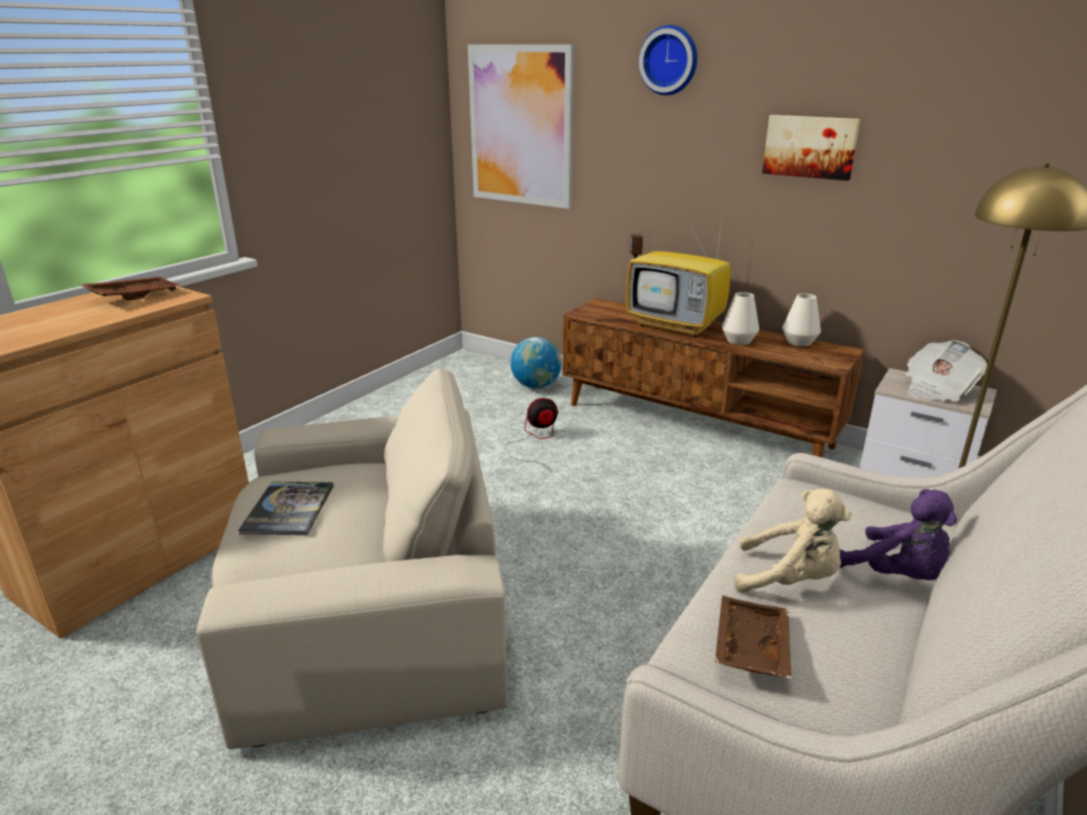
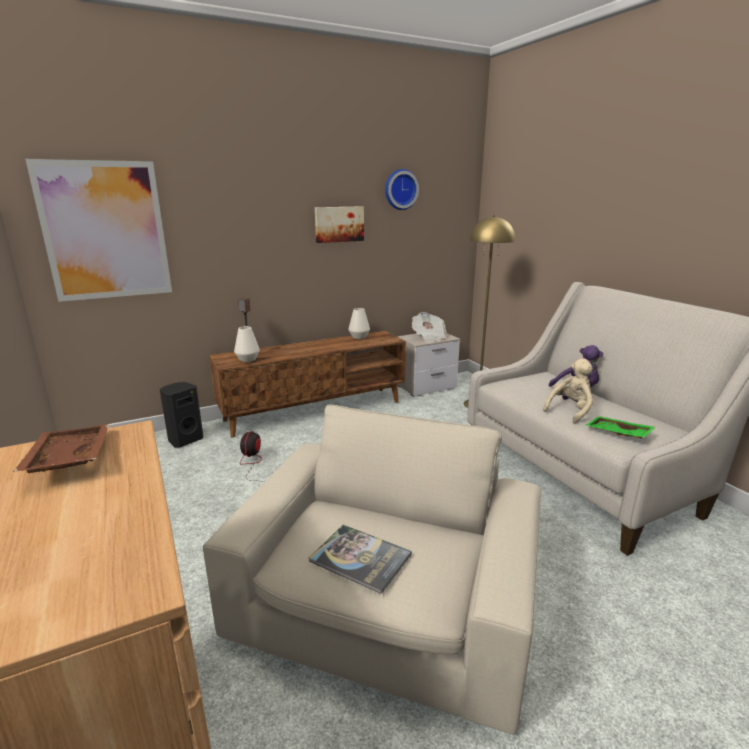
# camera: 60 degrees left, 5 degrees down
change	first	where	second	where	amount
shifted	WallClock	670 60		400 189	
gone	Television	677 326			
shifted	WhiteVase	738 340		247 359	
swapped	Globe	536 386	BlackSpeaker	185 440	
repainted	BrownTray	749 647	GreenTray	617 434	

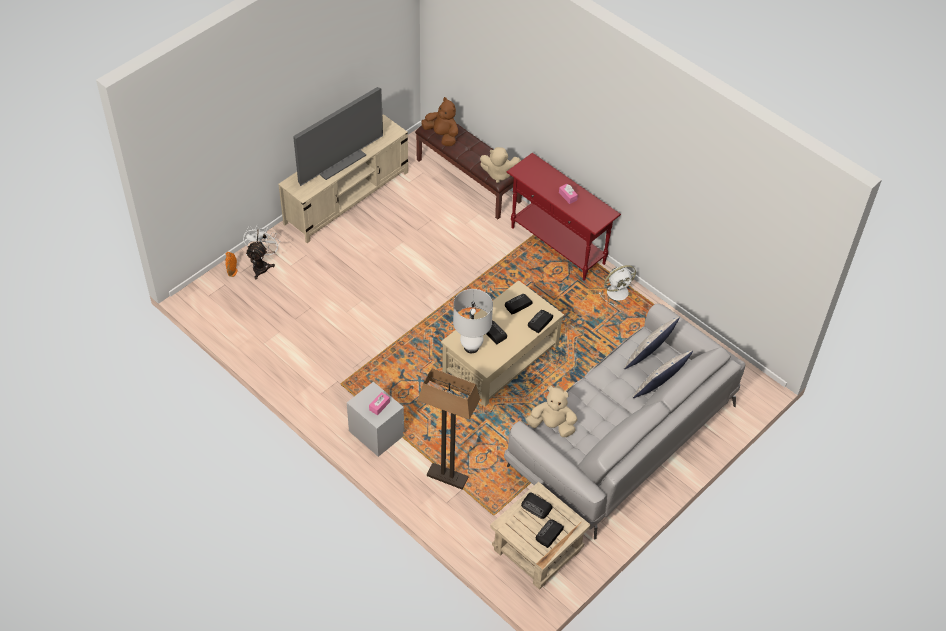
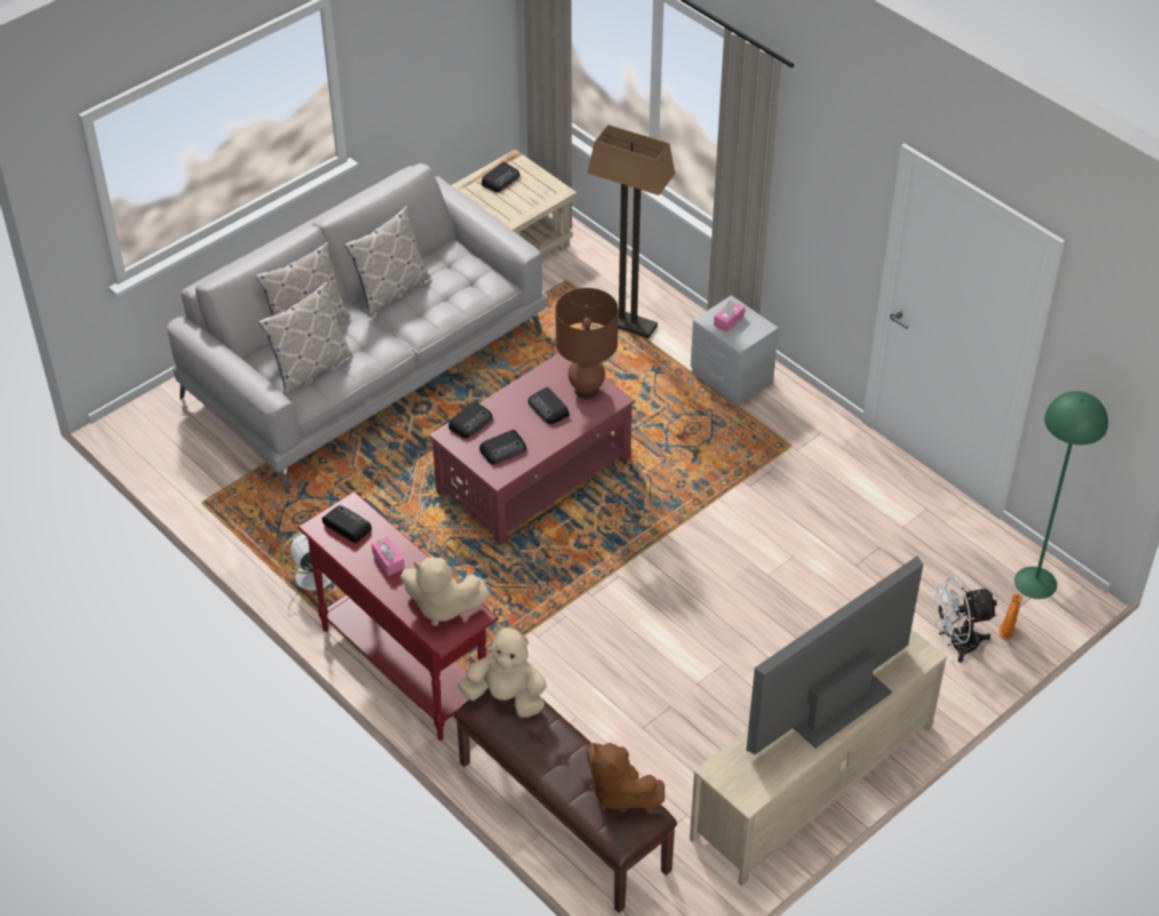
# camera: 175 degrees left, 5 degrees down
change	first	where	second	where	amount
rotated	WhiteFan	262 265		956 644	60 degrees clockwise
repainted	BeigeCoffeeTable	500 359	RedCoffeeTable	535 474	
repainted	WhiteTableLamp	471 347	BrownTableLamp	586 390	
shifted	BeigePlushToy	552 425		442 606	
shifted	Radio	536 507		346 526	
new			Pillow	390 291	
new			GreenFloorLamp	1035 583	

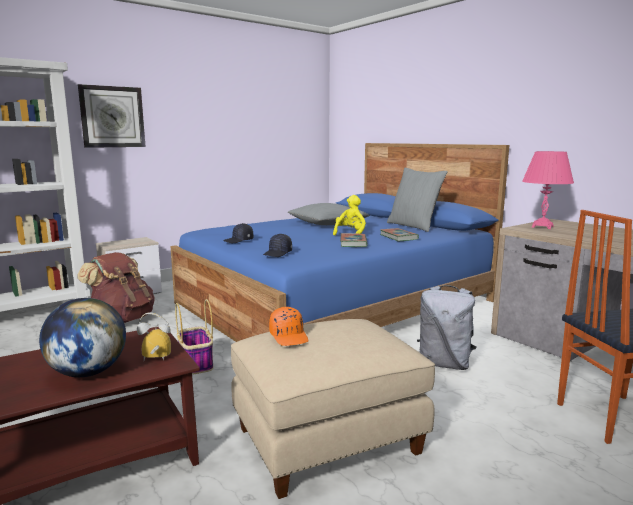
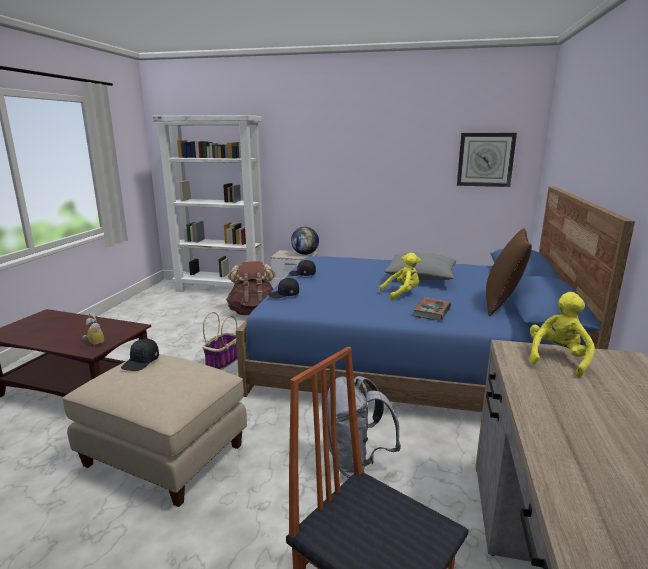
# camera: 50 degrees right, 5 degrees up
change	first	where	second	where	amount
shifted	WallClock	112 117		485 159	
swapped	PinkTableLamp	542 227	YellowPlushToy	557 359	
repainted	GreyPillow	414 226	BrownPillow	502 304	
gone	Book	353 243			
shifted	Globe	88 372		305 254	
repainted	OrangeCap	289 336	BlackCap	141 362	

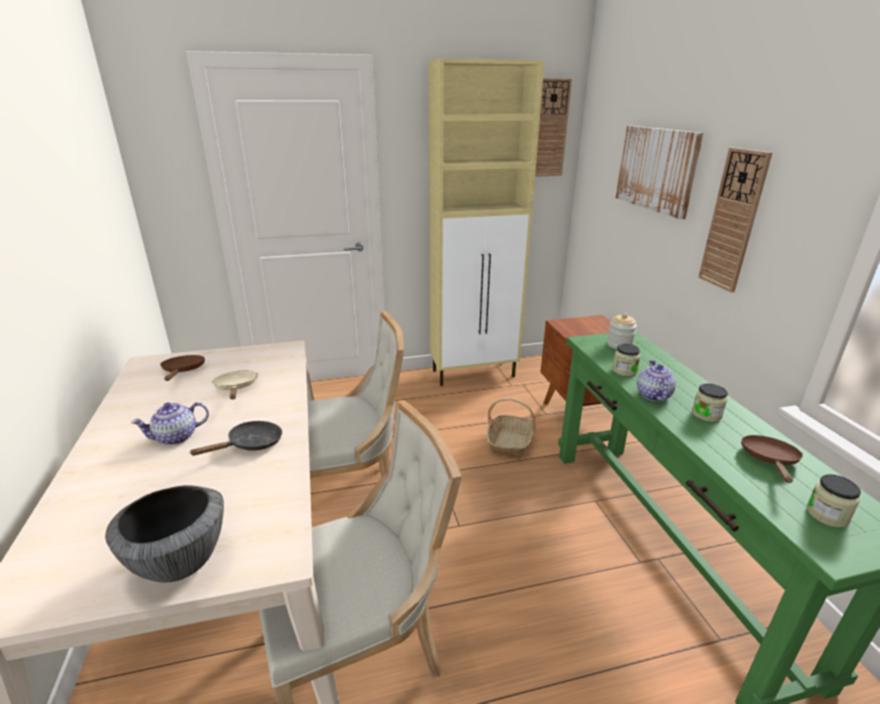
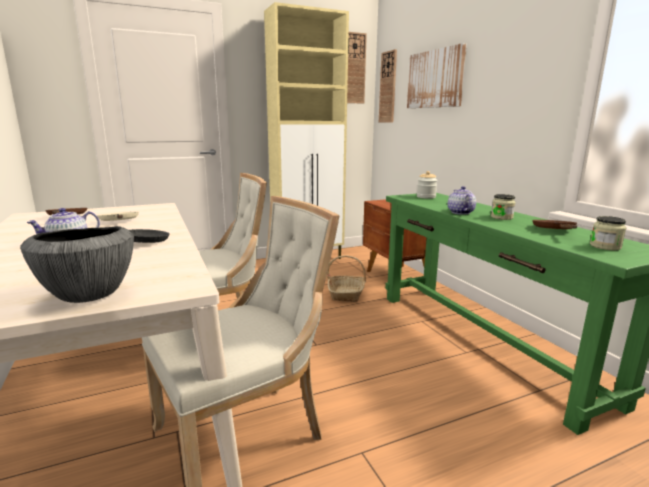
# camera: 10 degrees left, 10 degrees down
change	first	where	second	where	amount
shifted	WallClock	733 221		388 87	
gone	Jar	624 371			

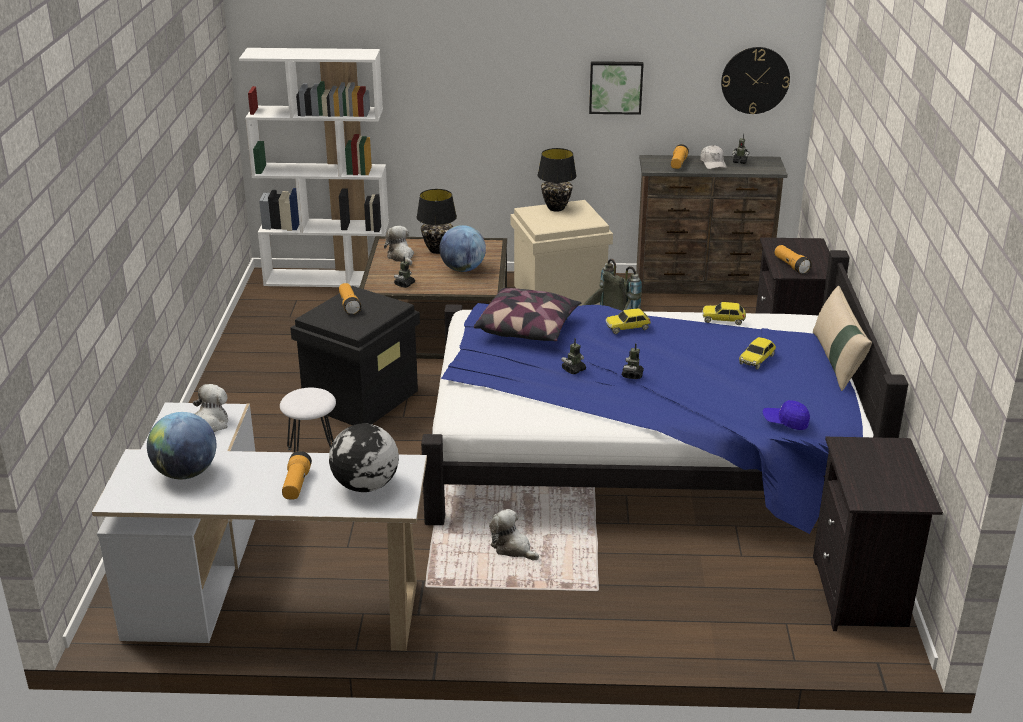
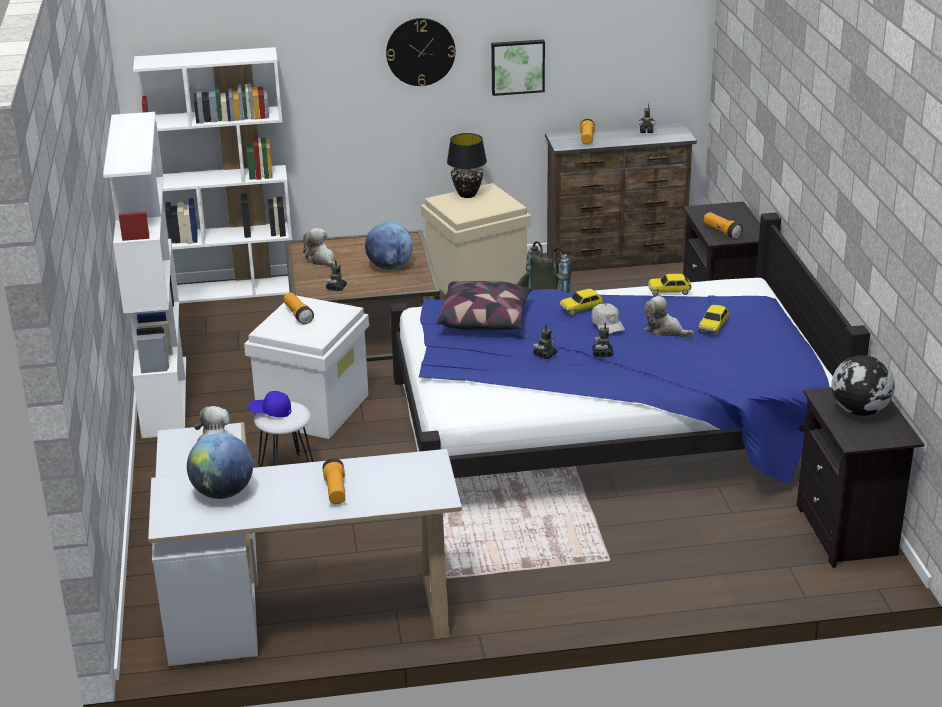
# camera: 10 degrees left, 0 degrees up
change	first	where	second	where	amount
shifted	WallClock	755 80		420 51	
shifted	WhiteCap	713 163		607 324	
gone	BlackTableLamp	437 250			
repainted	BlackStorageBox	361 398	WhiteStorageBox	313 408	
gone	BeigePillow	837 361			
shifted	BlueCap	785 422		270 412	
shifted	Globe	365 486		859 411	
shifted	PlushToy	512 548		664 331	
new			WhiteBookcase	163 396	

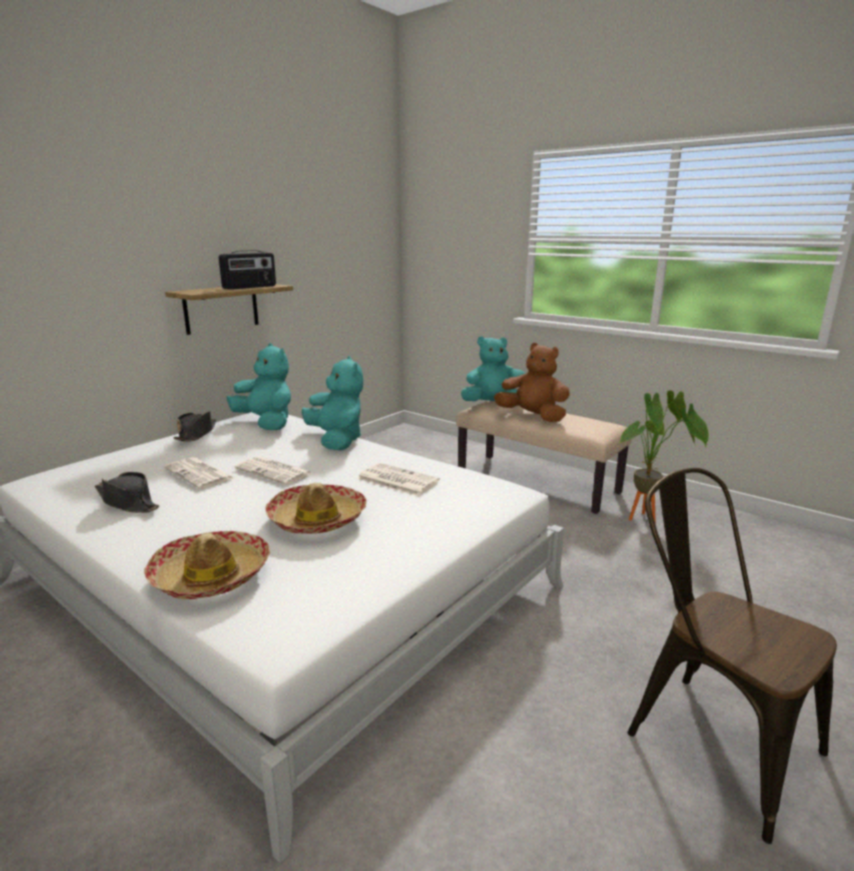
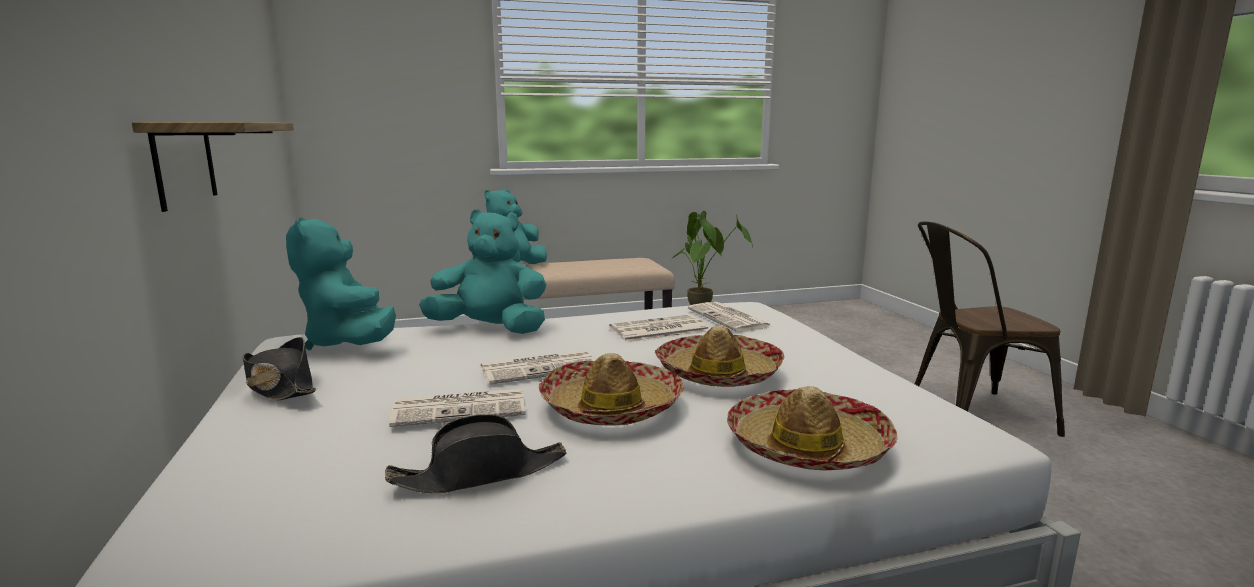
# camera: 55 degrees left, 5 degrees down
change	first	where	second	where	amount
gone	Radio	250 287			
rotated	TurquoisePlushToy	266 423		349 343	105 degrees counterclockwise
gone	BrownPlushToy	533 417			
new			Newspaper	730 318	
new			Hat	611 407	

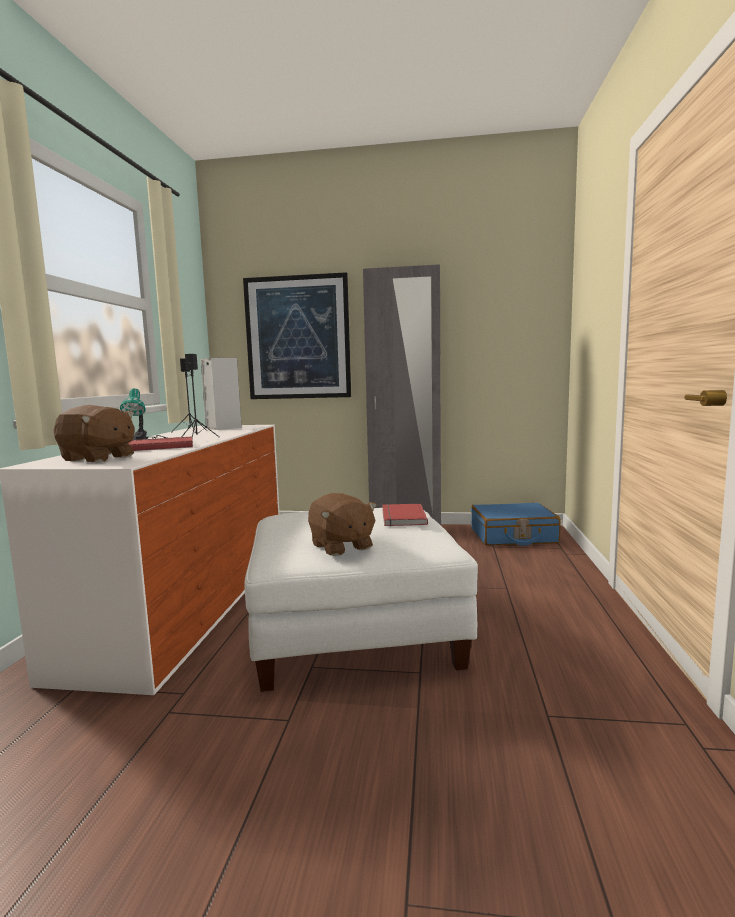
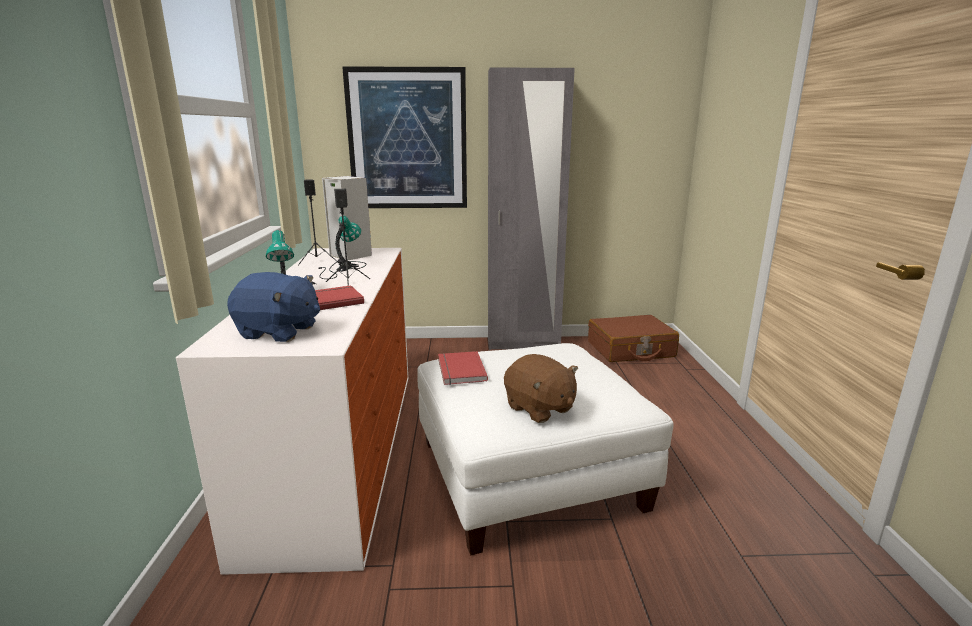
# camera: 10 degrees left, 10 degrees up
change	first	where	second	where	amount
repainted	BrownPlushToy	98 458	BluePlushToy	279 332	
repainted	BlueSuitcase	513 536	BrownSuitcase	630 350	
shifted	RedBook	401 517		459 370	
new			TableLamp	341 269	

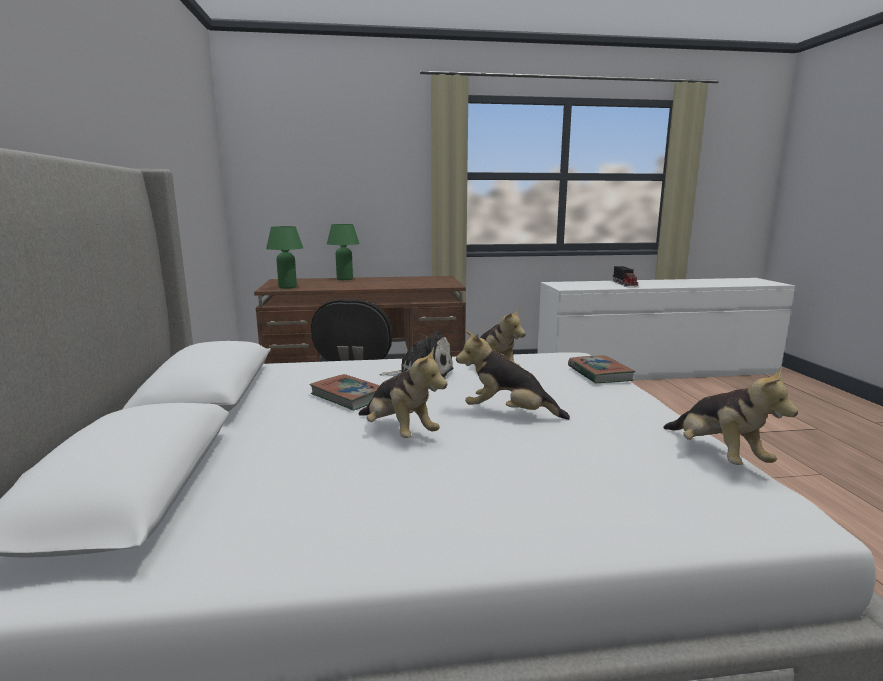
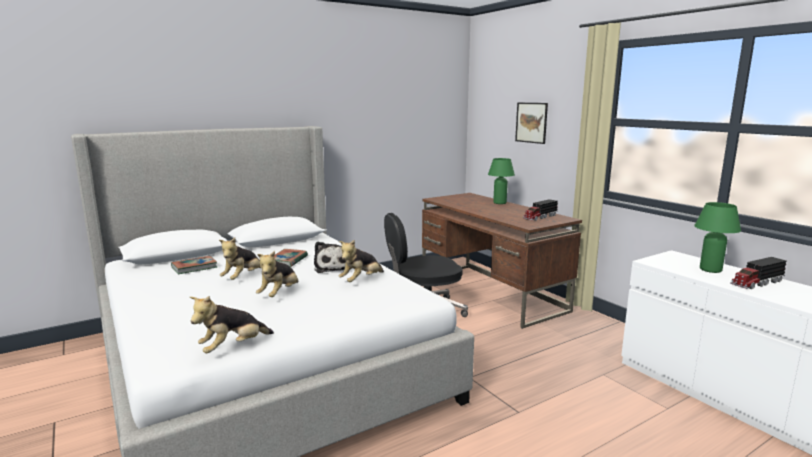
# camera: 65 degrees right, 0 degrees up
change	first	where	second	where	amount
shifted	GreenTableLamp	287 287		710 270	
rotated	PlushToy	508 414		279 294	150 degrees counterclockwise
shifted	Book	599 373		194 267	
new			Picture	531 122	
new			ToyTruck	540 217	

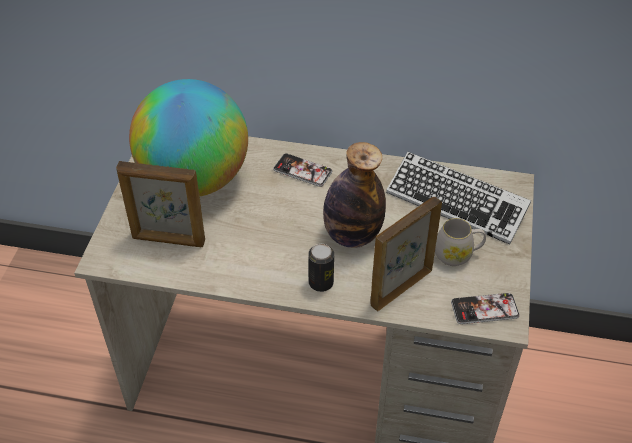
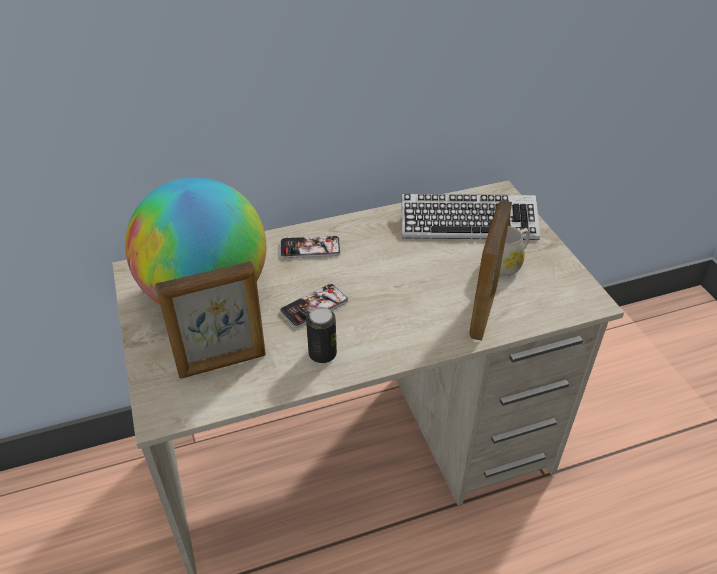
# camera: 30 degrees left, 5 degrees down
change	first	where	second	where	amount
gone	Bottle	352 235			
shifted	Can	321 283		322 354	
shifted	Phone	484 309		314 306	

